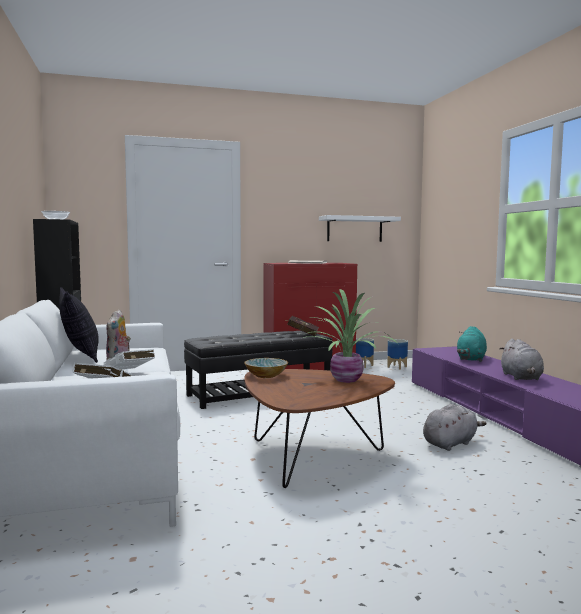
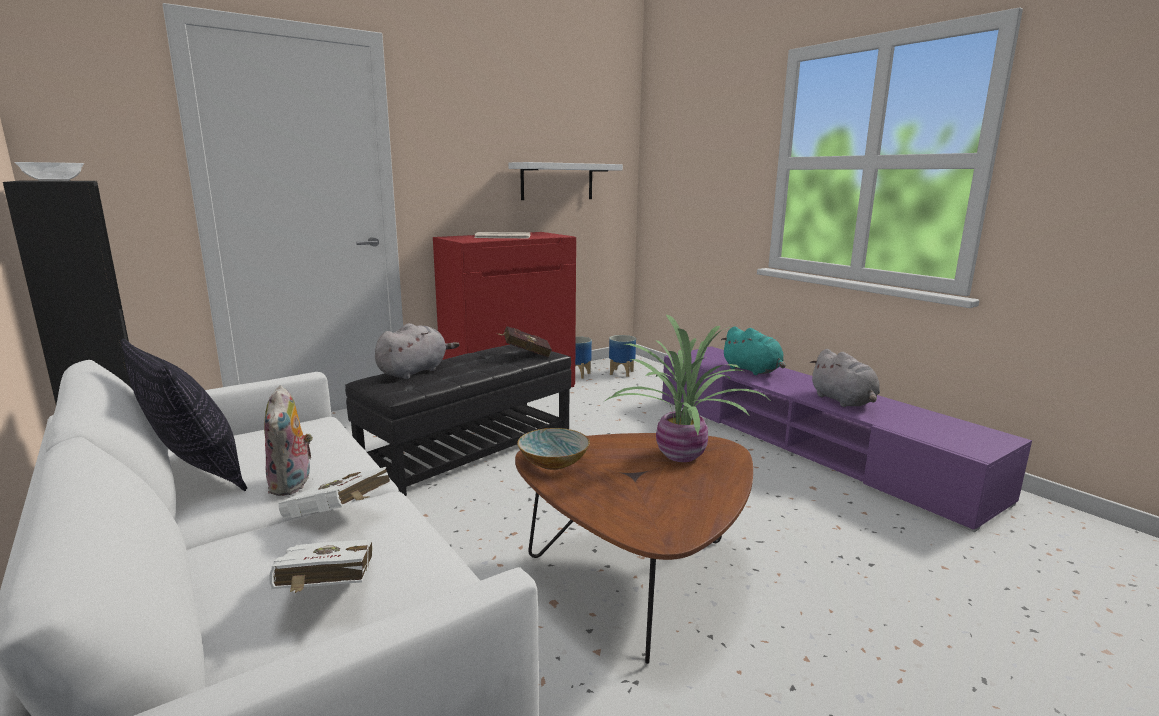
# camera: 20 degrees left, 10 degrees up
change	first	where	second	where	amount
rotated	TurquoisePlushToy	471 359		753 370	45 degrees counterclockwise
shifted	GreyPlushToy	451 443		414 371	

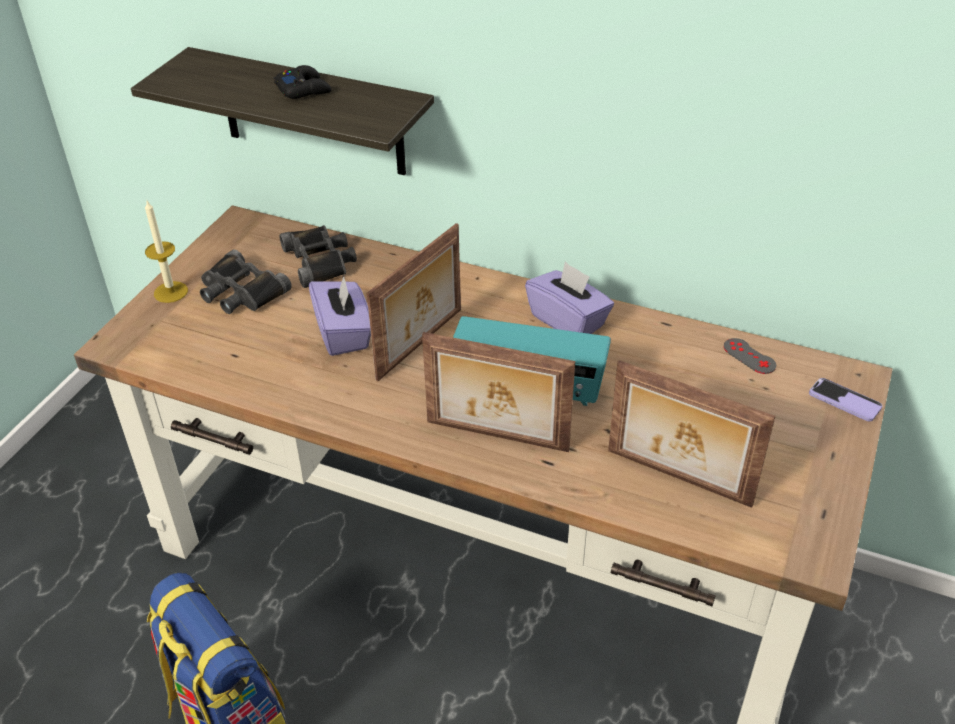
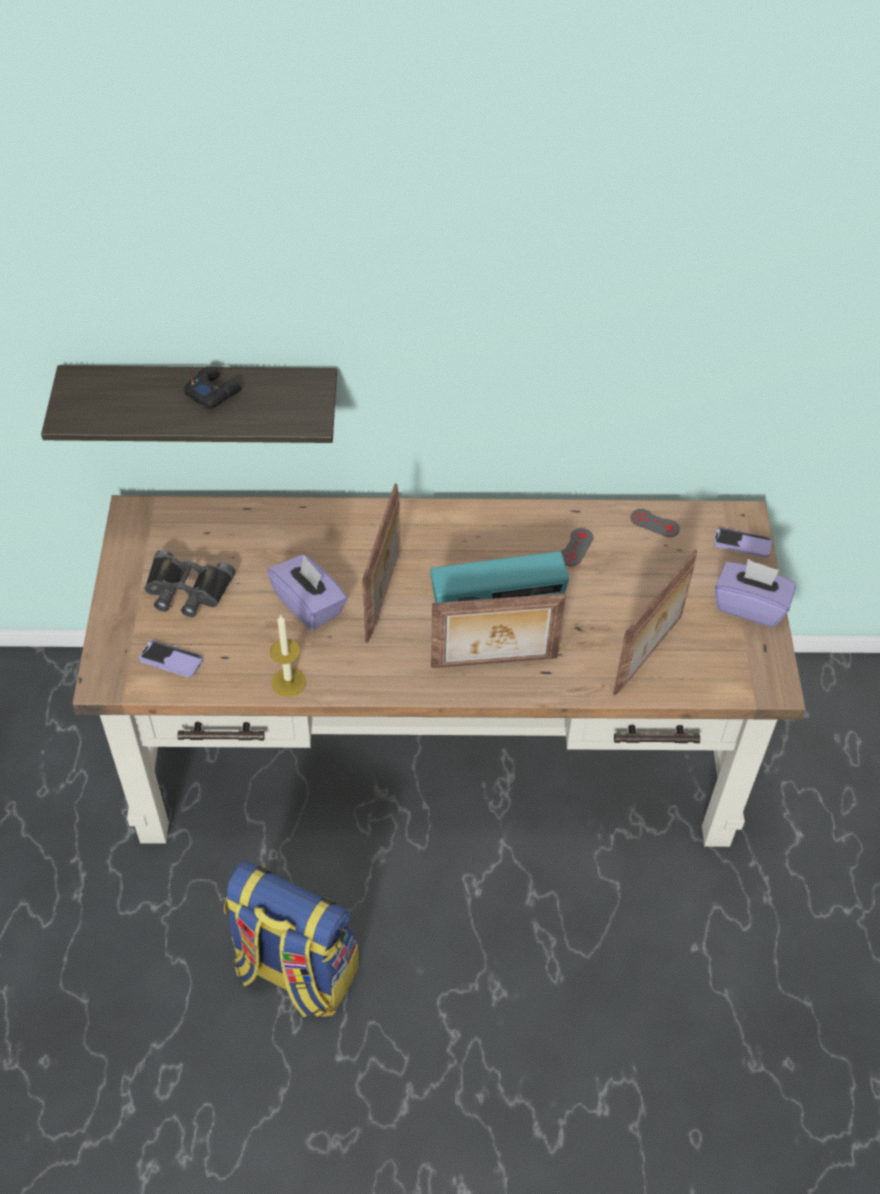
# camera: 25 degrees left, 10 degrees up
change	first	where	second	where	amount
shifted	Candle	171 292		288 682	
gone	BlackBinoculars	320 261			
shifted	PurpleTissueBox	568 320		750 606	
rotated	PictureFrame	677 479		649 654	60 degrees counterclockwise
new			GreyGameController	576 547	
new			Phone	171 660	

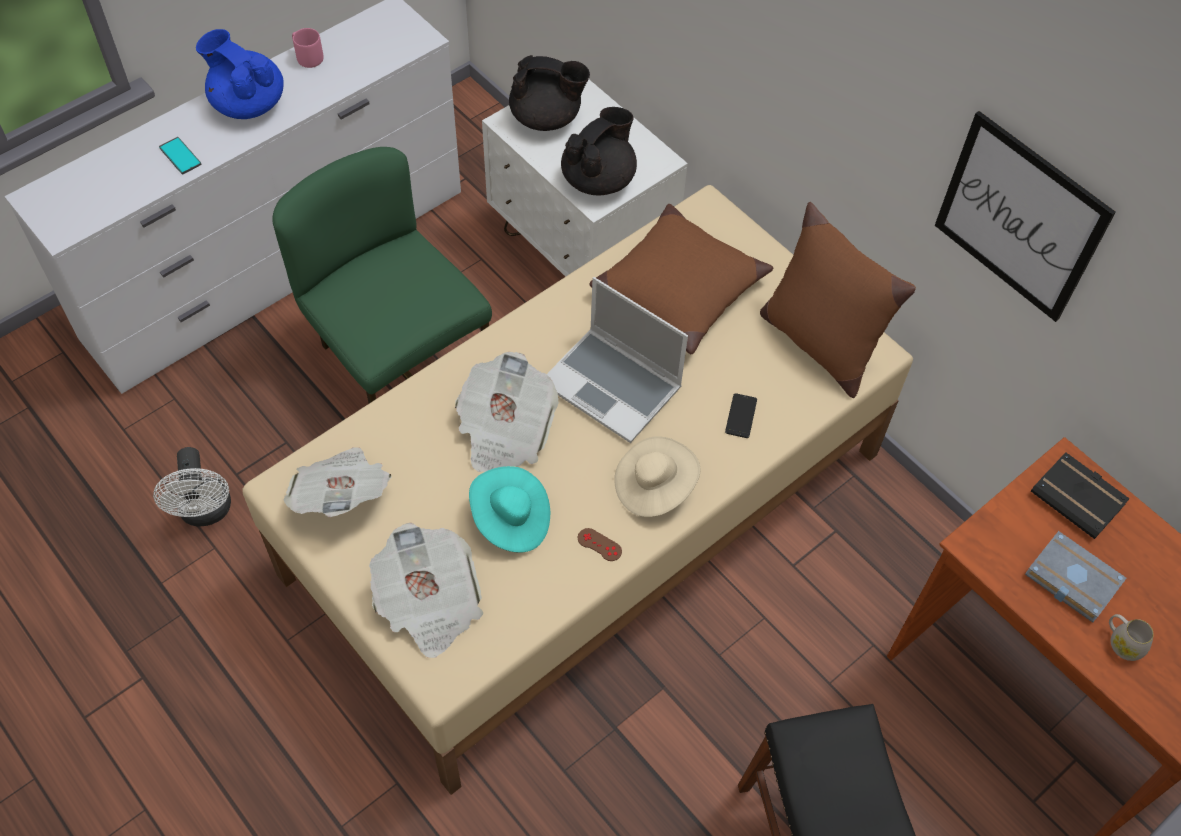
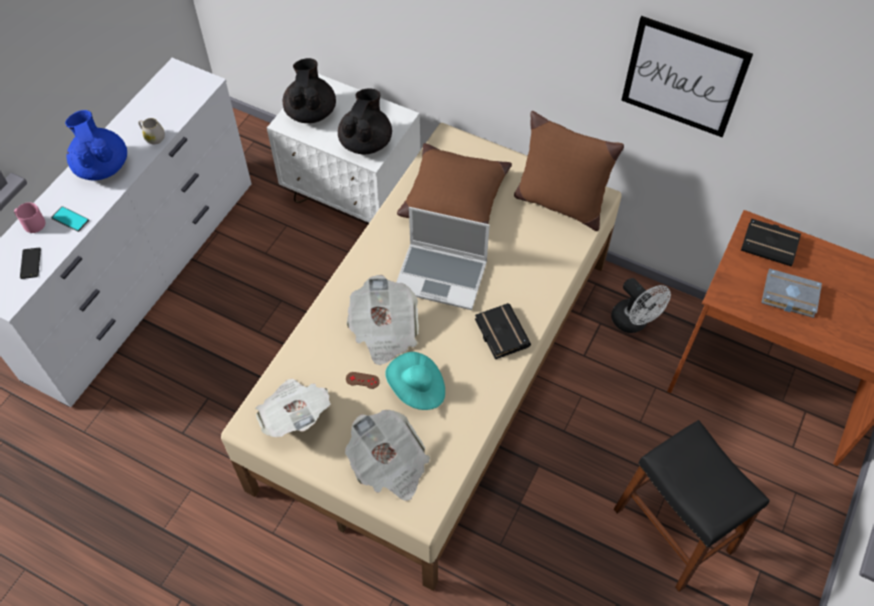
# camera: 20 degrees left, 0 degrees up
change	first	where	second	where	amount
shifted	PinkMug	308 57		32 224	
rotated	BlueTeapot	248 103		102 166	45 degrees clockwise
rotated	BlackTeapot	547 118		311 112	75 degrees counterclockwise
gone	GreenChair	398 364			
shifted	Phone	741 416		30 263	
swapped	BeigeHat	653 486	BlackBook	499 333	
shifted	WhiteFan	206 512		634 322	
shifted	BrownGameController	599 545		362 380	
shifted	WhiteMug	1122 642		153 137	

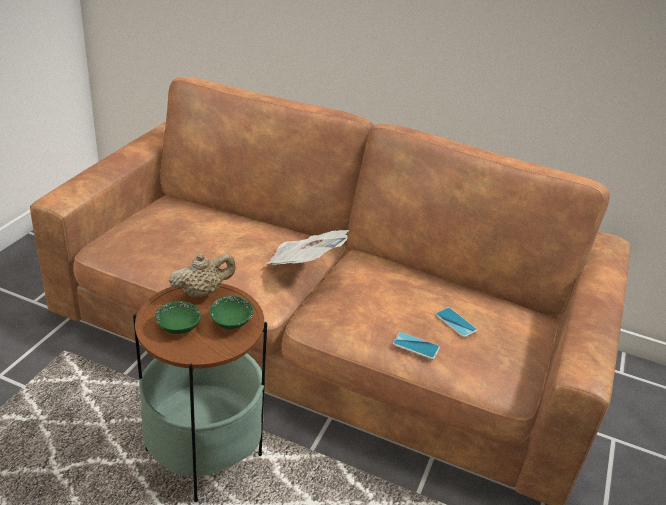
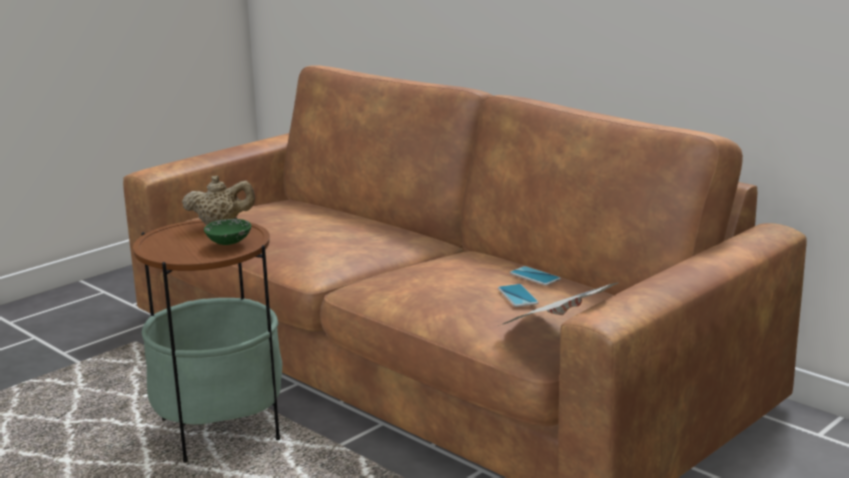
# camera: 25 degrees right, 15 degrees down
change	first	where	second	where	amount
shifted	Newspaper	305 264		556 334	
gone	GreenBowl	178 327			
shifted	Phone	416 346		535 276	

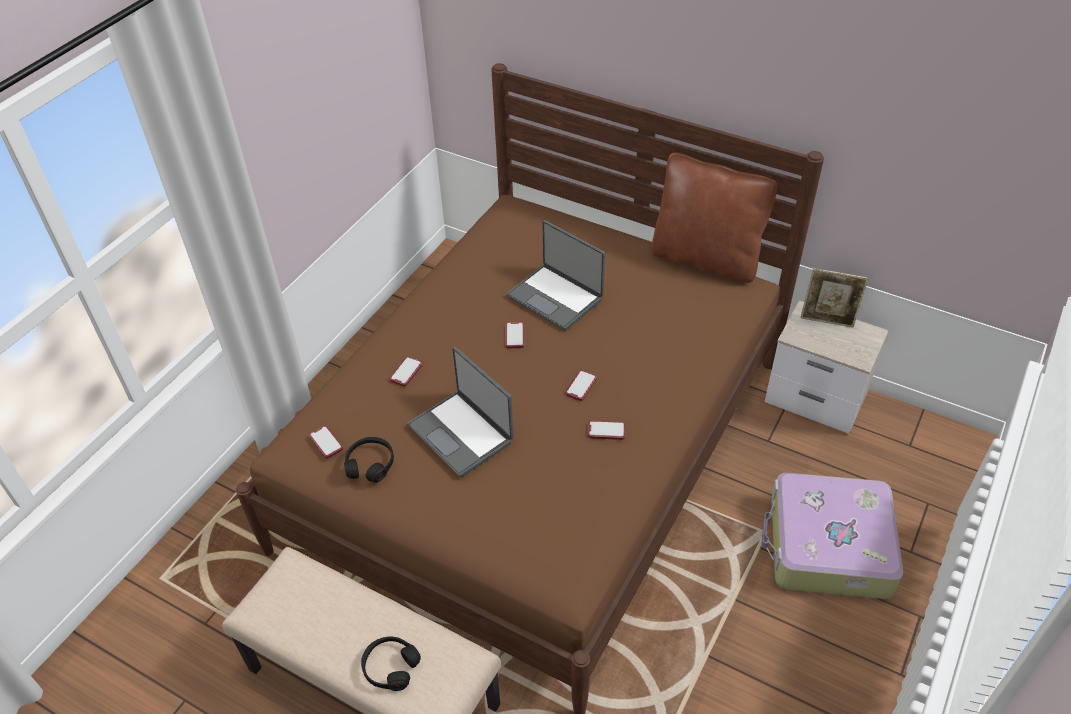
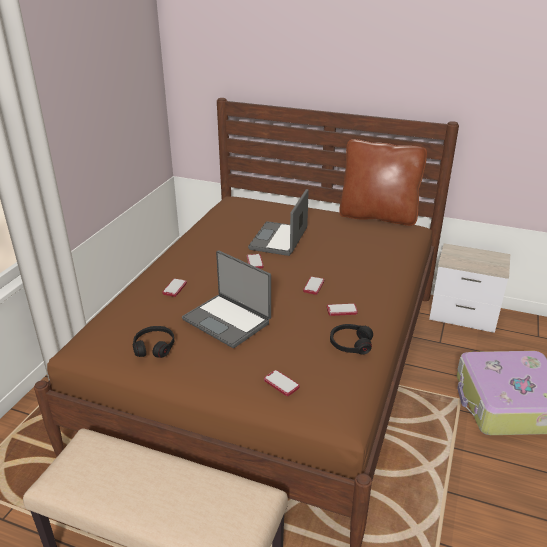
# camera: 10 degrees left, 15 degrees down
change	first	where	second	where	amount
rotated	Laptop	556 297		279 240	75 degrees clockwise
gone	PictureFrame	827 321			
shifted	Phone	326 443		281 384	
shifted	BlackHeadphones	390 667		350 344	

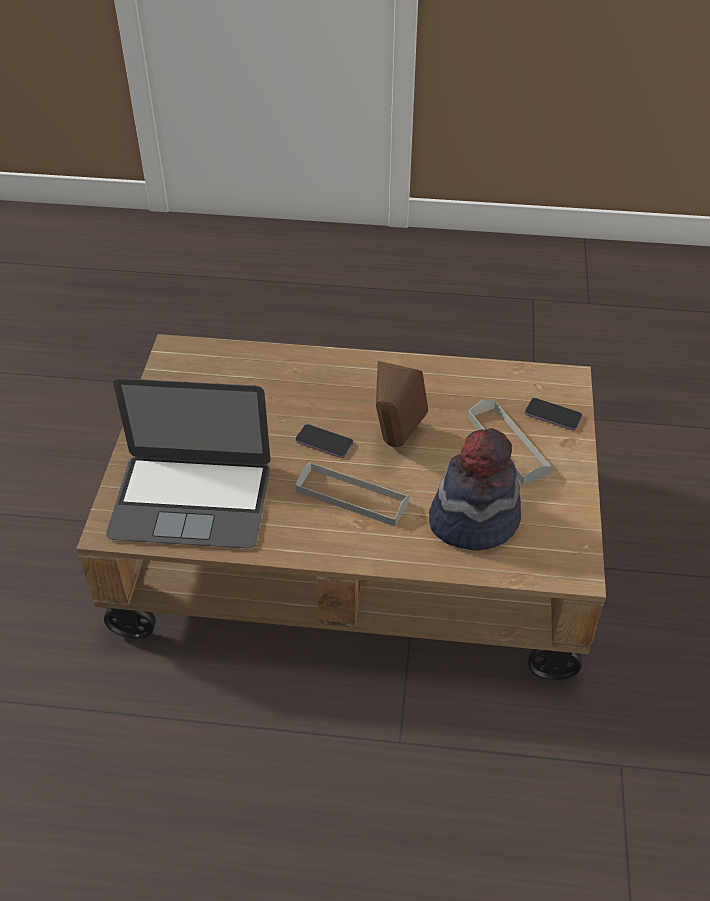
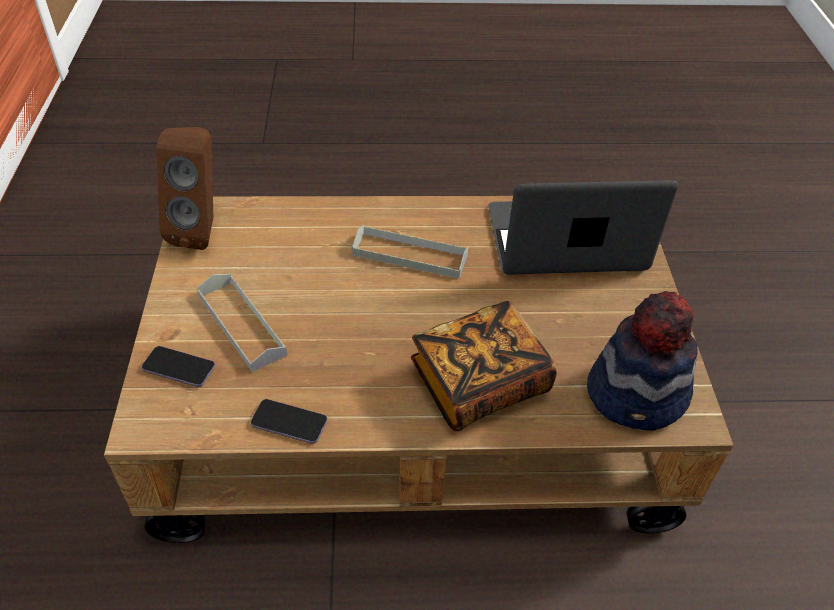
# camera: 170 degrees right, 0 degrees up
change	first	where	second	where	amount
shifted	BrownSpeaker	395 444		202 230	
shifted	Phone	324 442		289 422	
shifted	Hat	473 519		638 393	
new			Book	479 383	

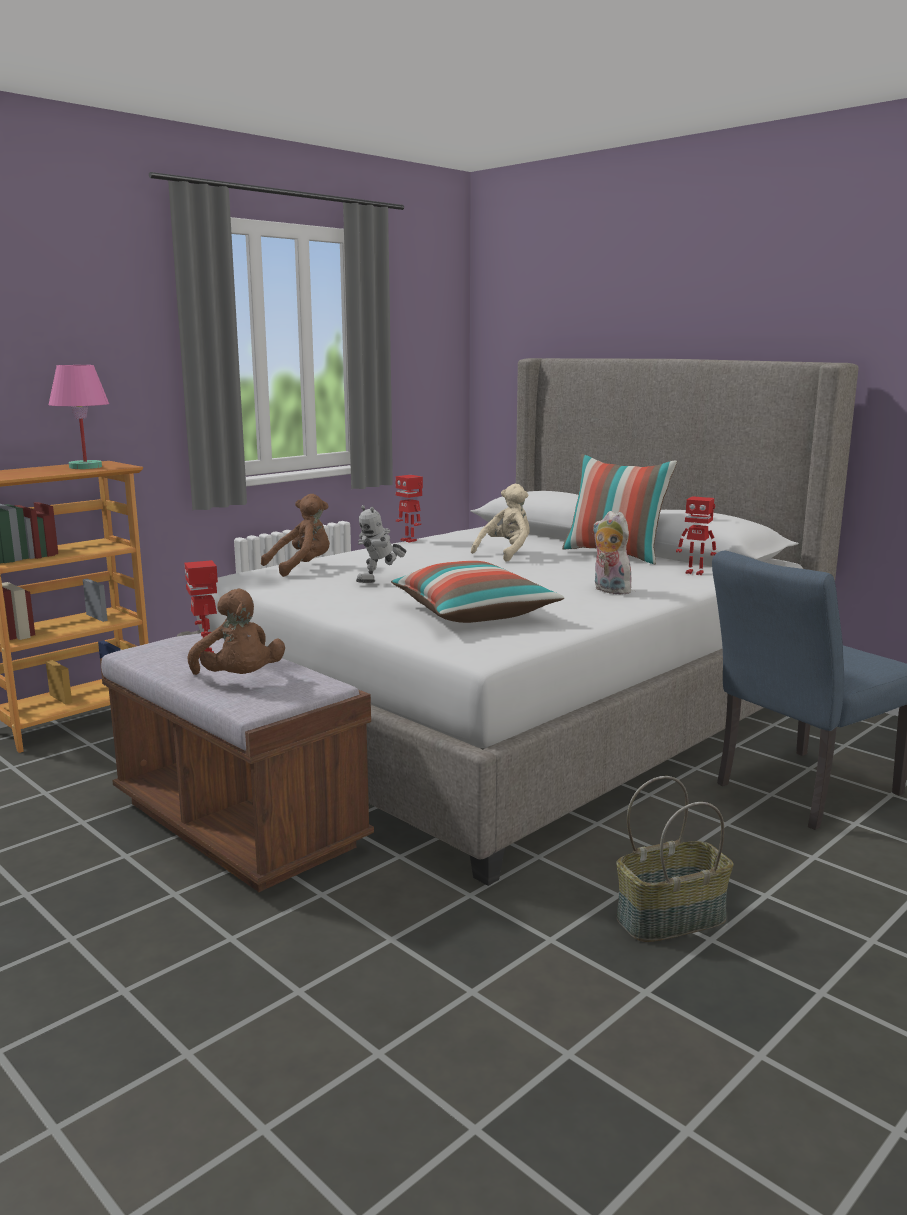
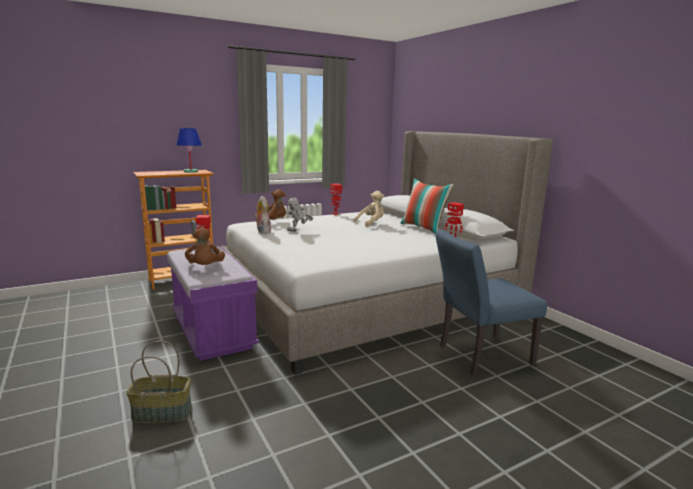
# camera: 15 degrees right, 0 degrees up
change	first	where	second	where	amount
repainted	PinkTableLamp	84 467	BlueTableLamp	190 171	
shifted	PlushToy	609 590		262 231	
gone	Pillow	473 614			
repainted	BrownBench	238 825	PurpleBench	212 331	
shifted	Basket	670 918		163 413	

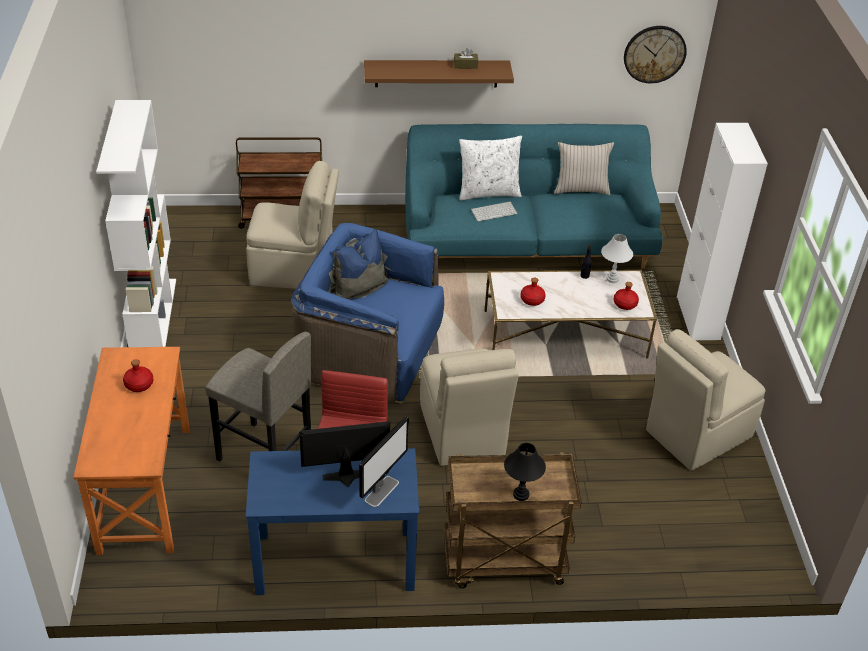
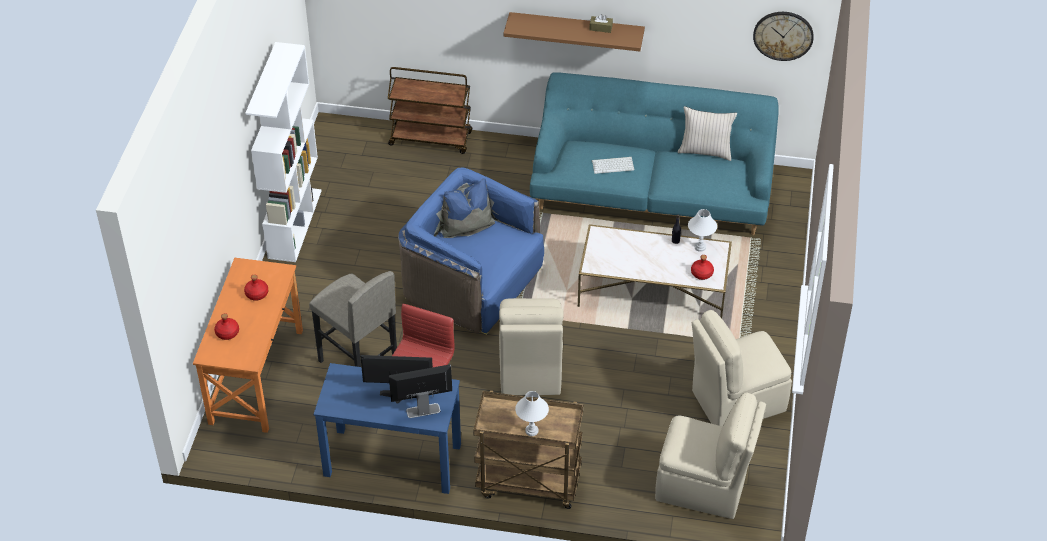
# camera: 15 degrees right, 5 degrees up
change	first	where	second	where	amount
gone	WhiteCabinet	698 318			
gone	WhitePillow	488 192			
shifted	BeigeChair	294 270		703 487	
shifted	RedBottle	532 300		227 333	
rotated	Monitor	382 491		422 410	150 degrees counterclockwise
repainted	BlackTableLamp	520 494	WhiteTableLamp	531 430	

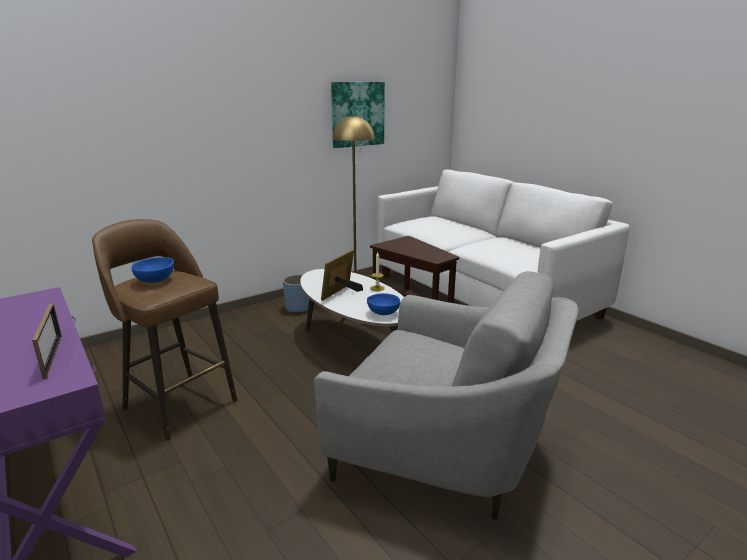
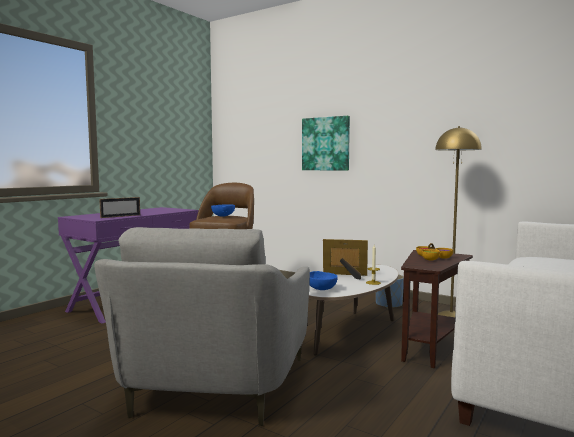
# camera: 70 degrees right, 15 degrees down
change	first	where	second	where	amount
shifted	Picture	357 114		326 144	
new			Bowl	432 258	

